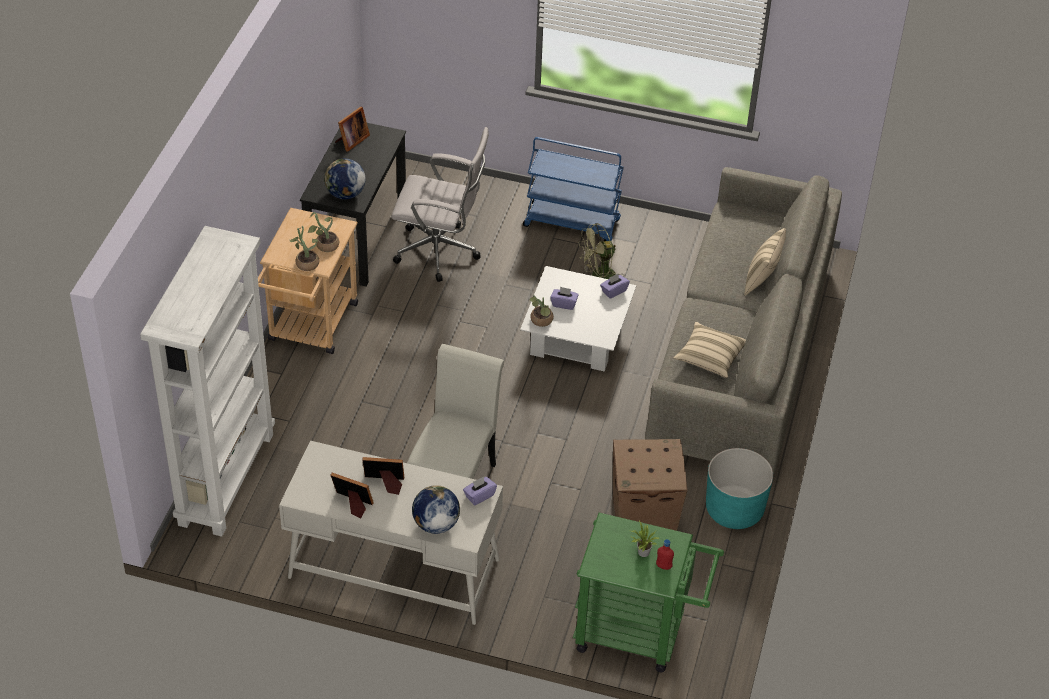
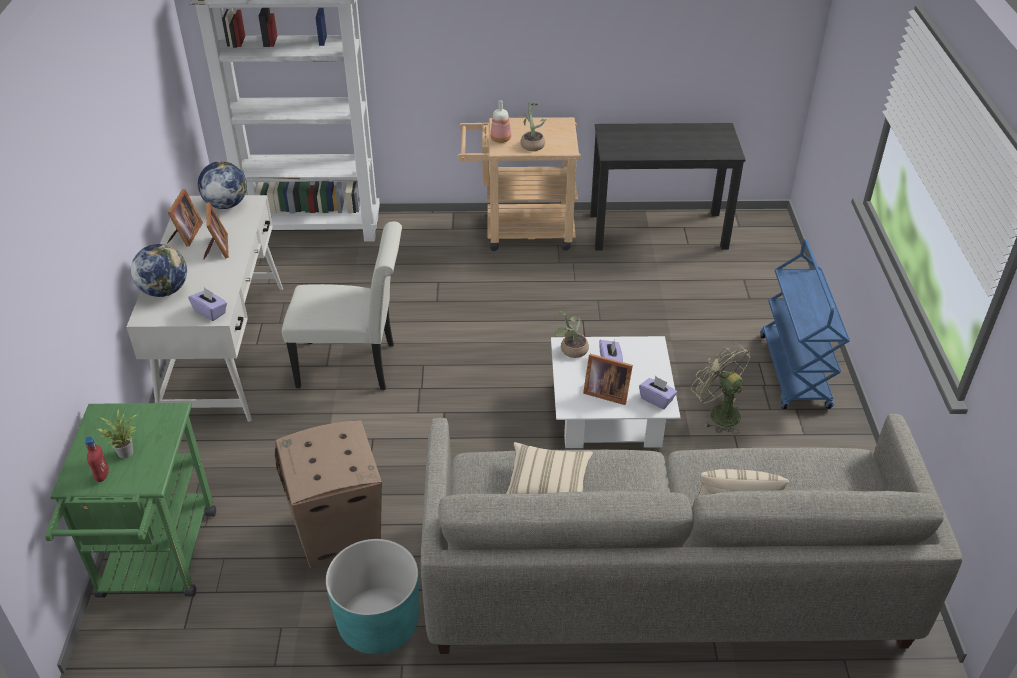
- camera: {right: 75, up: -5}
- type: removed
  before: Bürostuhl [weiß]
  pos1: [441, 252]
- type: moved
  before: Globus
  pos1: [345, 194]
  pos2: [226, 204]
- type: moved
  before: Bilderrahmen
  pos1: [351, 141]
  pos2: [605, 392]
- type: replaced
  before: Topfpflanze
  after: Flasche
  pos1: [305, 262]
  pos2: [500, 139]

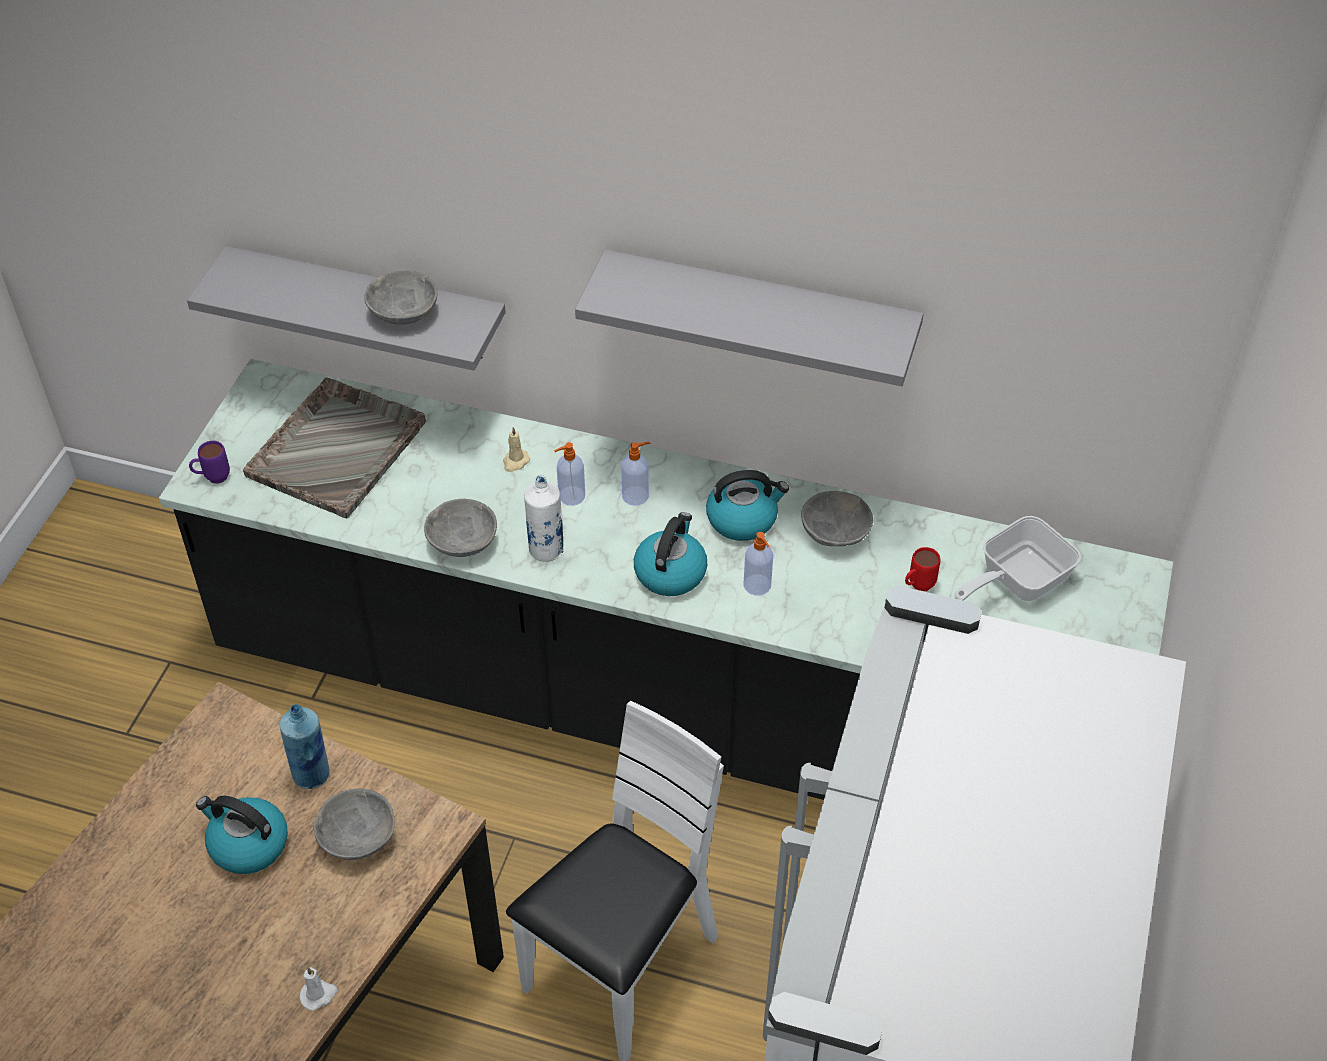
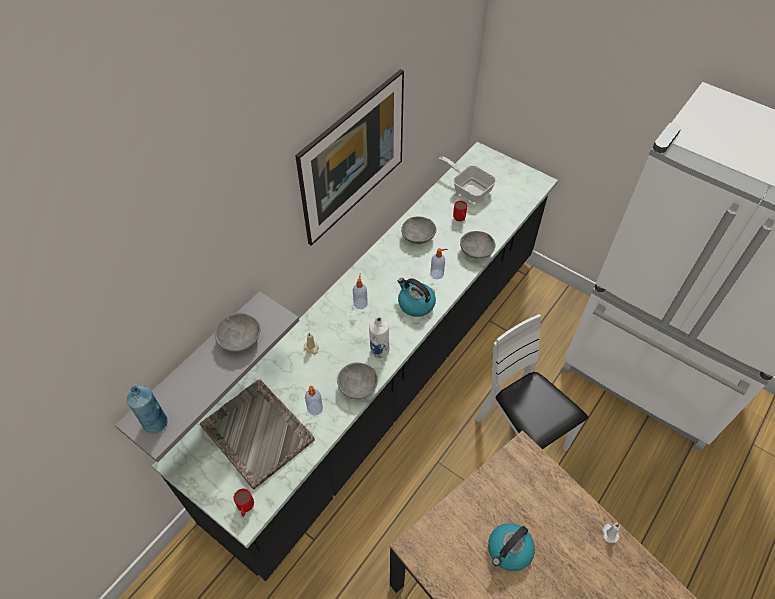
- camera: {right: -70, up: 5}
- type: removed
  before: Wasserkessel
  pos1: [743, 519]
- type: moved
  before: Flasche [blau]
  pos1: [312, 774]
  pos2: [156, 423]
- type: moved
  before: Schüssel [grau]
  pos1: [356, 838]
  pos2: [476, 252]
- type: moved
  before: Seifenspender
  pos1: [570, 496]
  pos2: [315, 409]
- type: replaced
  before: Wandregal [grau]
  after: Bild
  pos1: [759, 313]
  pos2: [354, 179]
- type: recoloured
  before: Henkelbecher [lila]
  after: Henkelbecher [rot]
  pos1: [212, 478]
  pos2: [246, 509]
- type: turned
  before: Pfanne
  pos1: [1015, 580]
  pos2: [468, 189]
  turn: 150

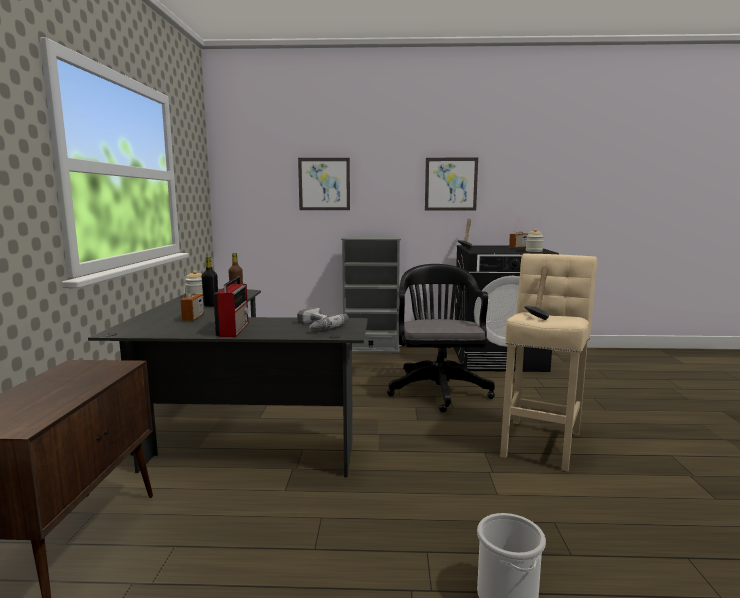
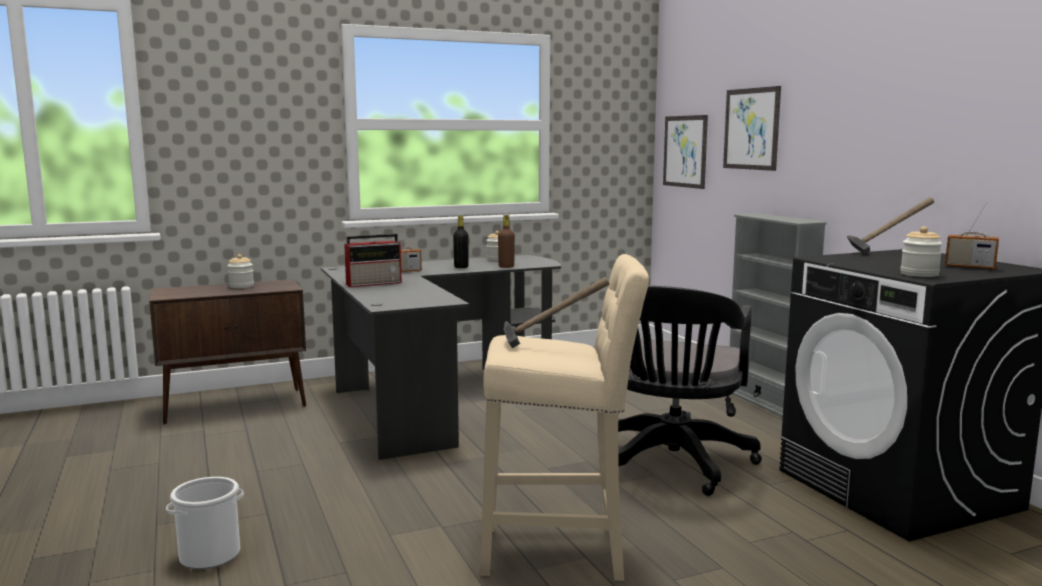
- camera: {right: 65, up: 0}
- type: removed
  before: Bohrmaschine
  pos1: [315, 326]
- type: added
  after: Vorratsglas
  pos2: [241, 286]
- type: moved
  before: Bild
  pos1: [451, 184]
  pos2: [685, 151]
- type: turned
  before: Bürostuhl [schwarz]
  pos1: [438, 389]
  pos2: [672, 464]
  turn: 135

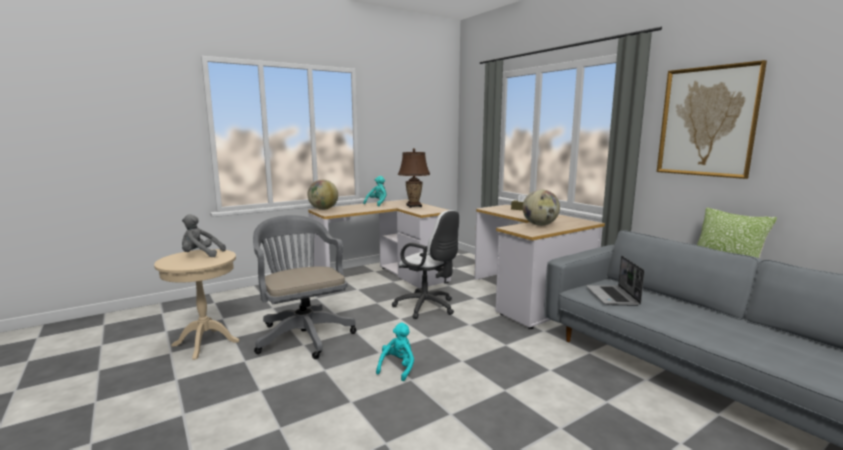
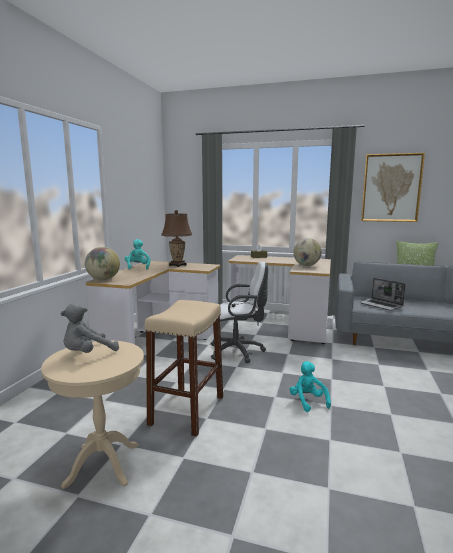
- camera: {right: -40, up: 0}
- type: replaced
  before: Bürostuhl [grau]
  after: Hocker [beige]
  pos1: [303, 334]
  pos2: [187, 410]

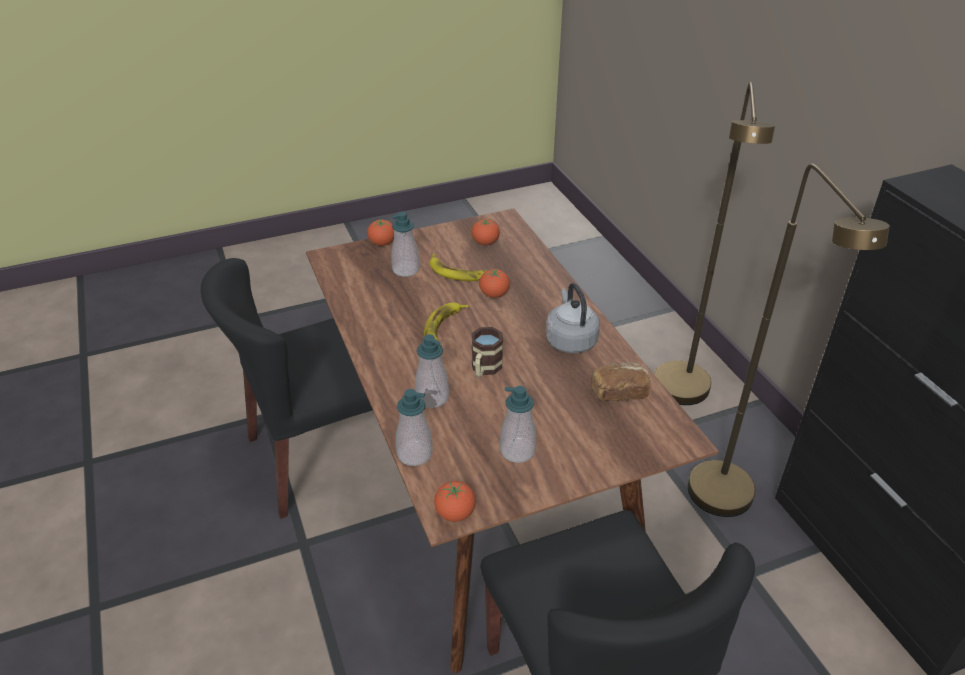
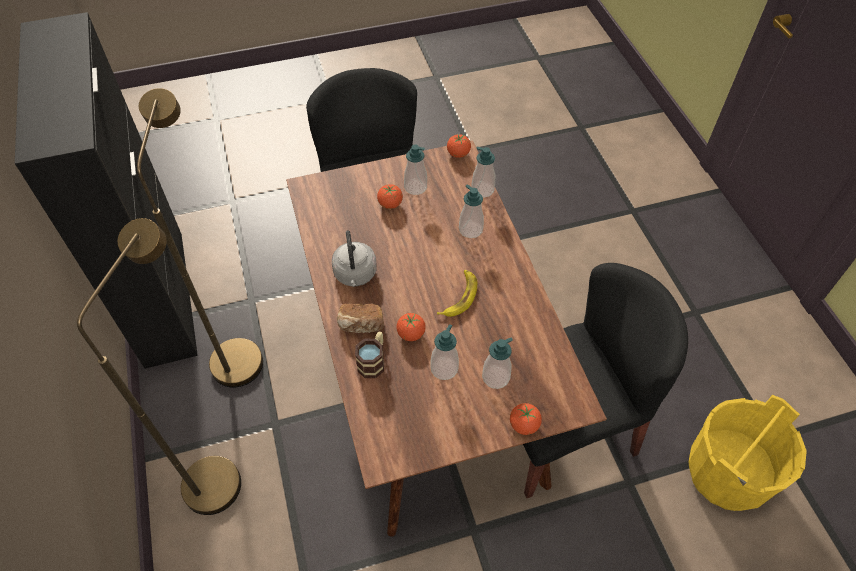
- camera: {right: -175, up: 15}
- type: added
  after: Eimer [gelb]
  pos2: [727, 474]
- type: moved
  before: Tomate
  pos1: [485, 243]
  pos2: [390, 204]
- type: moved
  before: Henkelbecher
  pos1: [484, 369]
  pos2: [373, 361]
- type: moved
  before: Brot
  pos1: [619, 392]
  pos2: [361, 325]
- type: replaced
  before: Banane
  after: Seifenspender
  pos1: [457, 272]
  pos2: [444, 368]

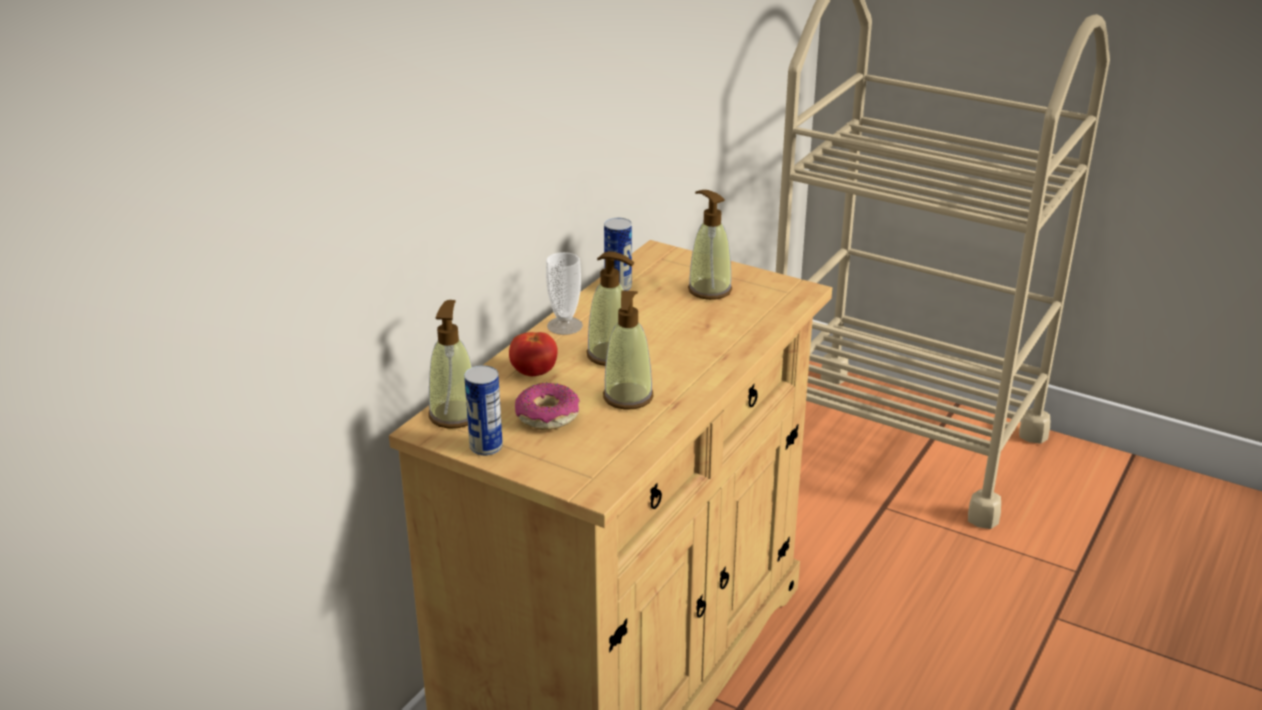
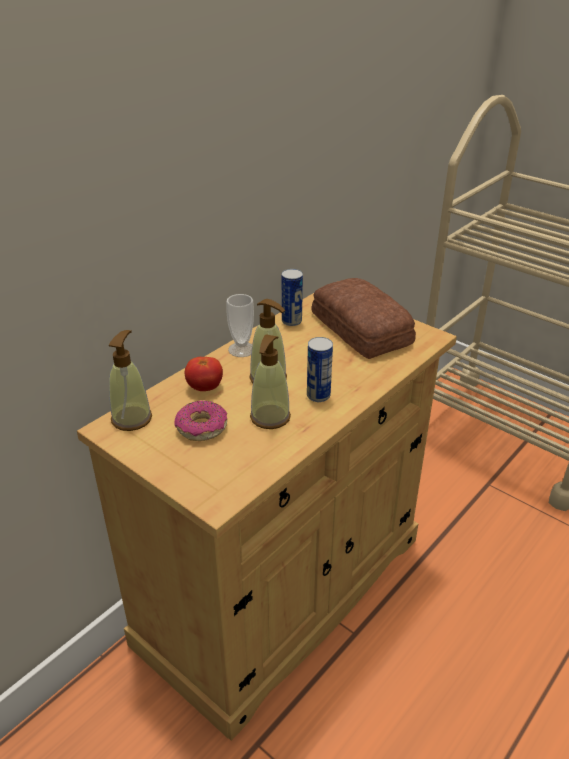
- camera: {right: 10, up: 5}
- type: moved
  before: Dose
  pos1: [486, 447]
  pos2: [318, 395]
- type: replaced
  before: Seifenspender
  after: Brot
  pos1: [709, 290]
  pos2: [360, 330]

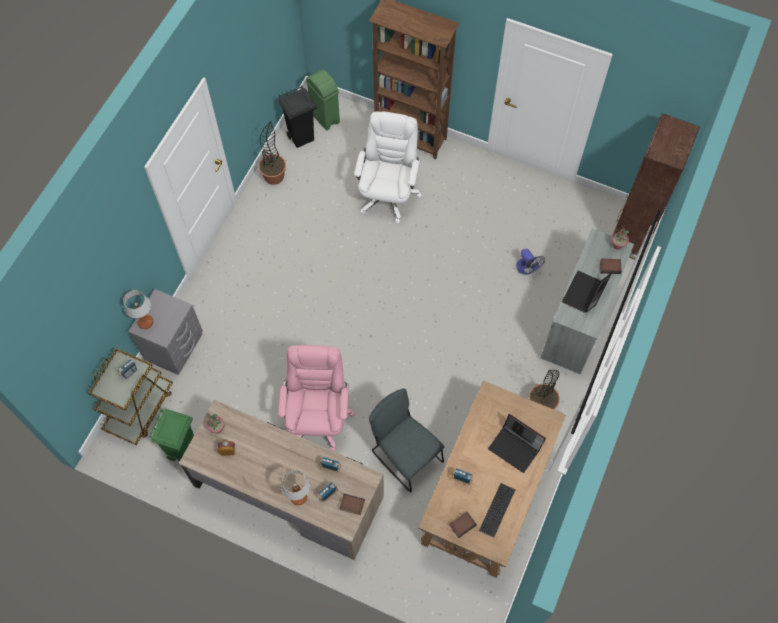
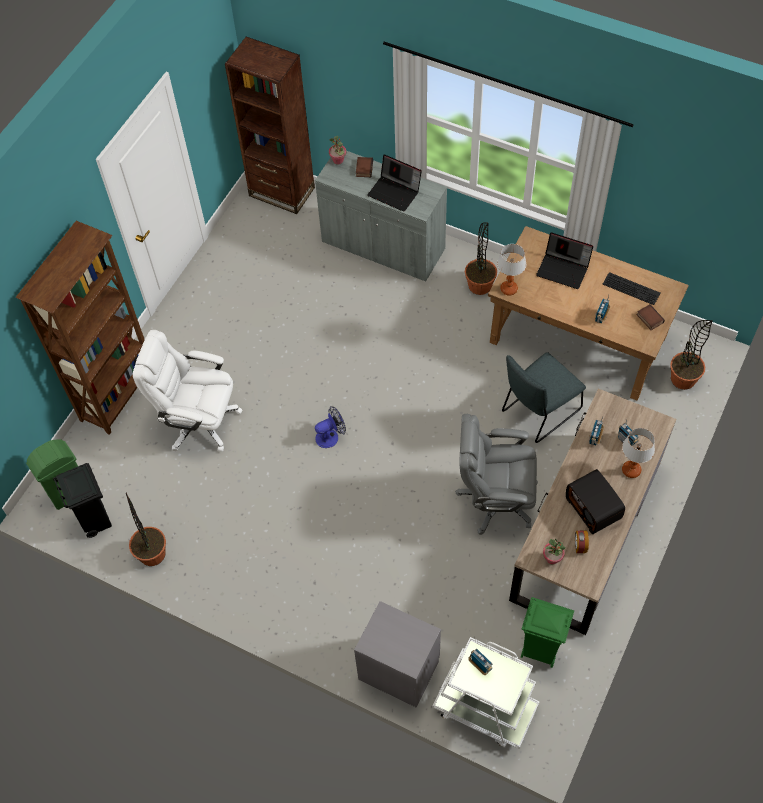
- camera: {right: -85, up: -5}
- type: removed
  before: Buch
  pos1: [351, 505]
- type: added
  after: Radio
  pos2: [594, 508]
- type: added
  after: Topfpflanze
  pos2: [683, 379]
- type: moved
  before: Tischlampe
  pos1: [146, 322]
  pos2: [509, 289]
- type: moved
  before: Ventilator
  pos1: [527, 269]
  pos2: [331, 436]
- type: recoloured
  before: Rollwagen [braun]
  after: Rollwagen [weiß]
  pos1: [140, 408]
  pos2: [484, 708]
- type: recoloured
  before: Bürostuhl [rosa]
  after: Bürostuhl [grau]
  pos1: [318, 417]
  pos2: [495, 499]
- type: turned
  before: Laptop
  pos1: [515, 448]
  pos2: [563, 269]
  turn: 75

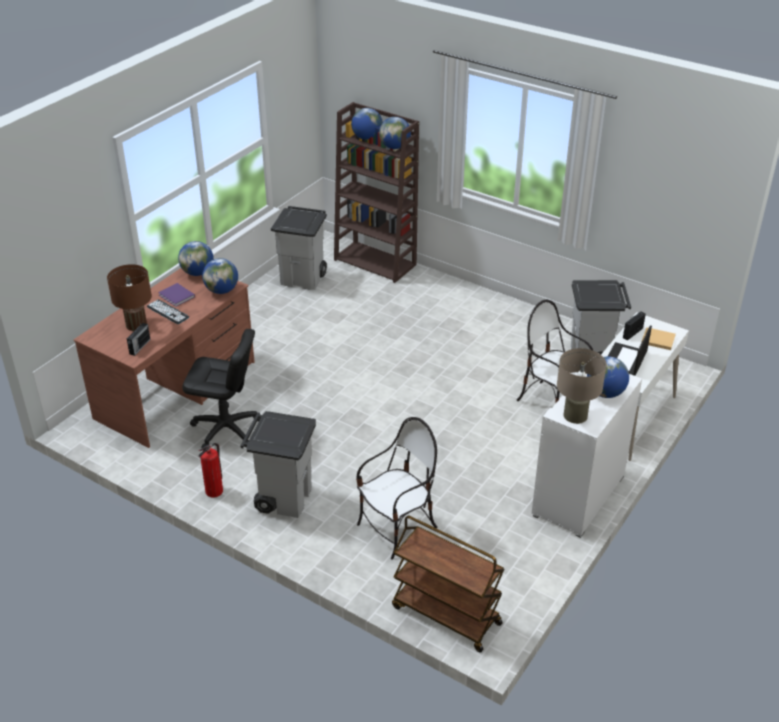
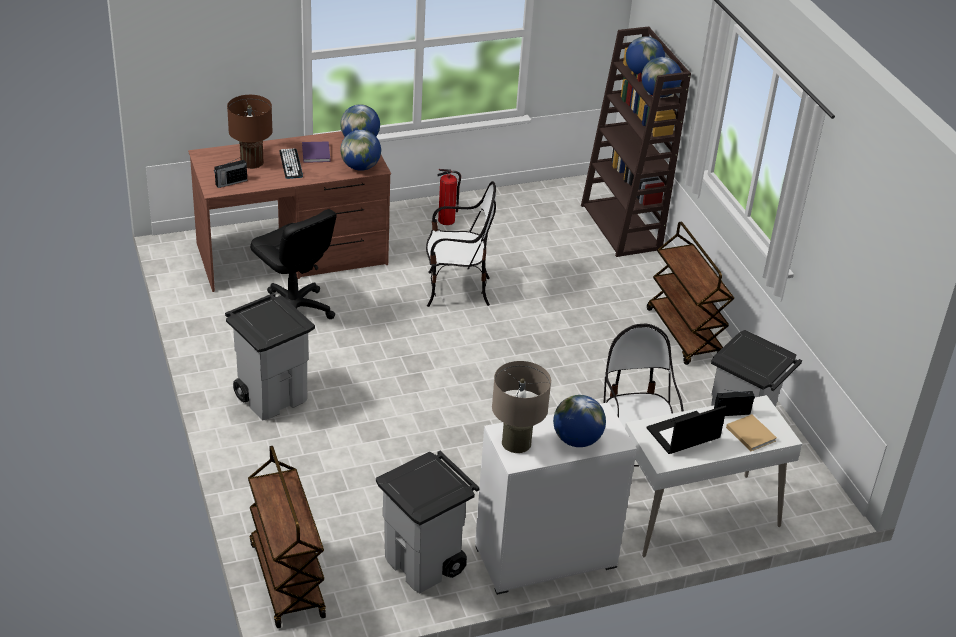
- camera: {right: 35, up: 0}
- type: added
  after: Rollwagen [braun]
  pos2: [684, 334]
- type: moved
  before: Feuerlöscher
  pos1: [214, 491]
  pos2: [447, 220]
- type: moved
  before: Mülleimer [grau]
  pos1: [303, 278]
  pos2: [425, 564]
- type: moved
  before: Stuhl
  pos1: [397, 529]
  pos2: [456, 290]

